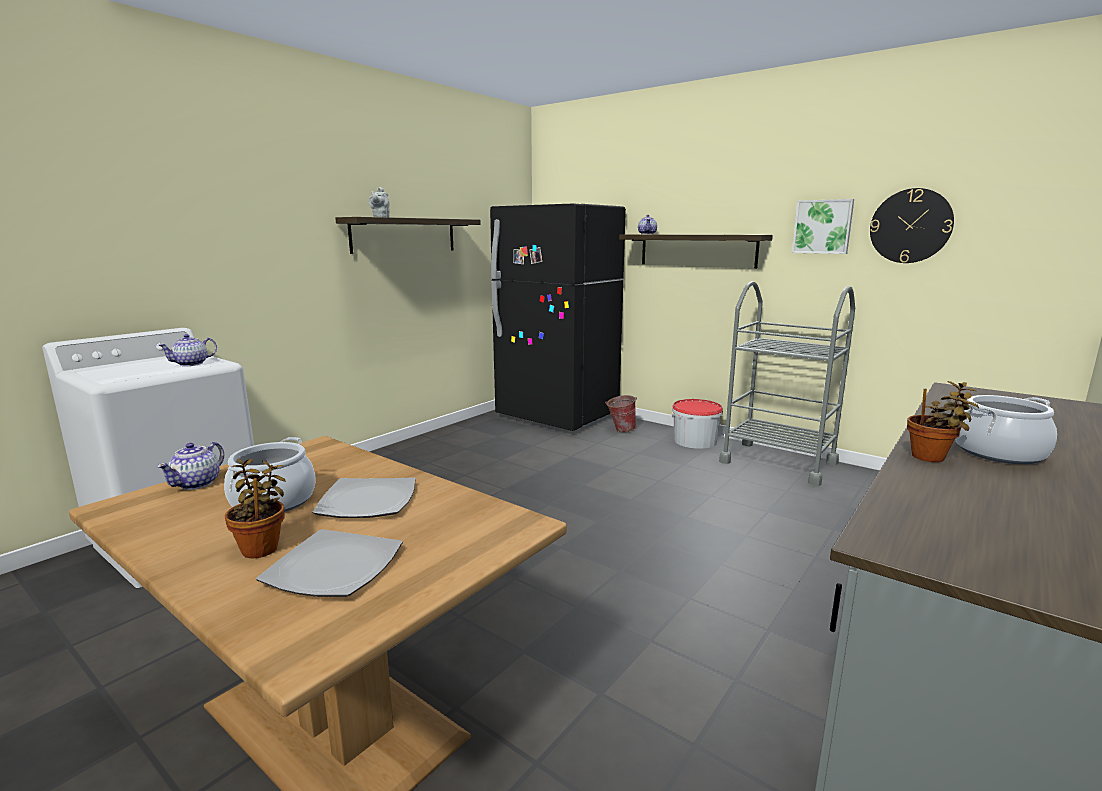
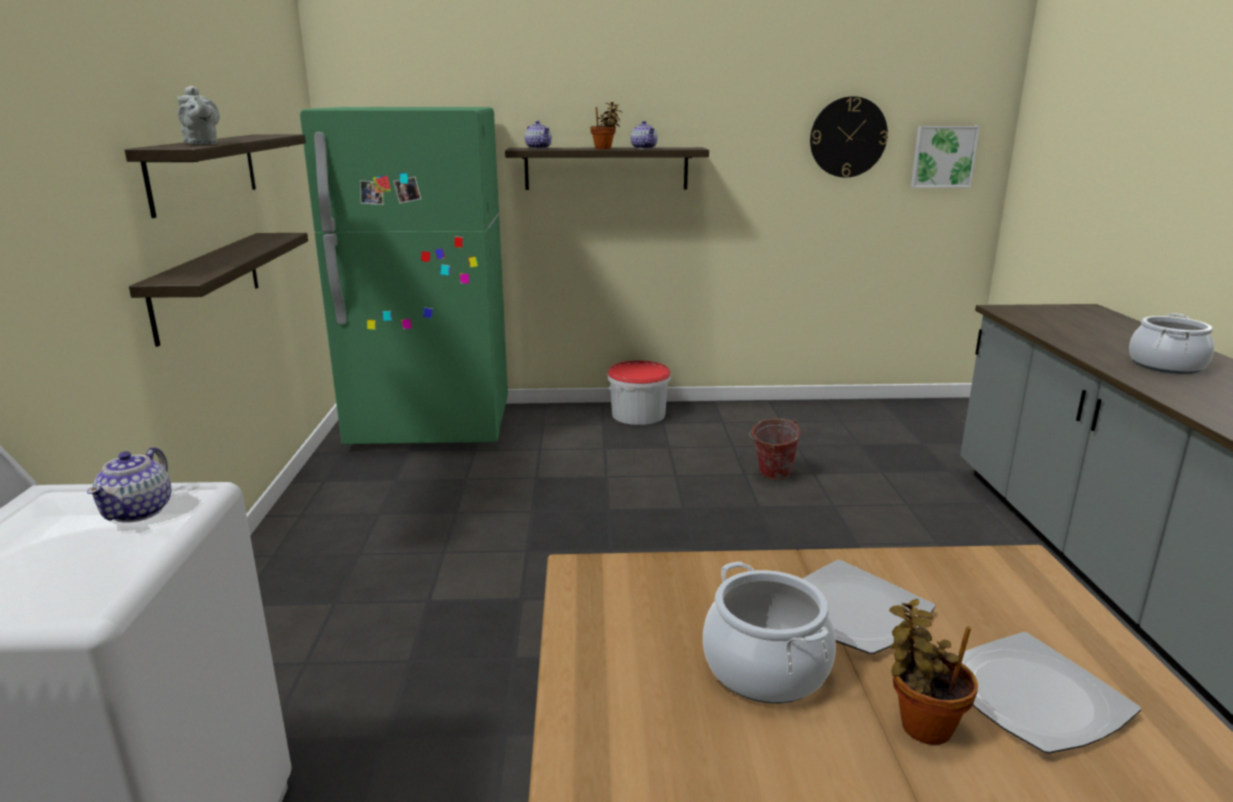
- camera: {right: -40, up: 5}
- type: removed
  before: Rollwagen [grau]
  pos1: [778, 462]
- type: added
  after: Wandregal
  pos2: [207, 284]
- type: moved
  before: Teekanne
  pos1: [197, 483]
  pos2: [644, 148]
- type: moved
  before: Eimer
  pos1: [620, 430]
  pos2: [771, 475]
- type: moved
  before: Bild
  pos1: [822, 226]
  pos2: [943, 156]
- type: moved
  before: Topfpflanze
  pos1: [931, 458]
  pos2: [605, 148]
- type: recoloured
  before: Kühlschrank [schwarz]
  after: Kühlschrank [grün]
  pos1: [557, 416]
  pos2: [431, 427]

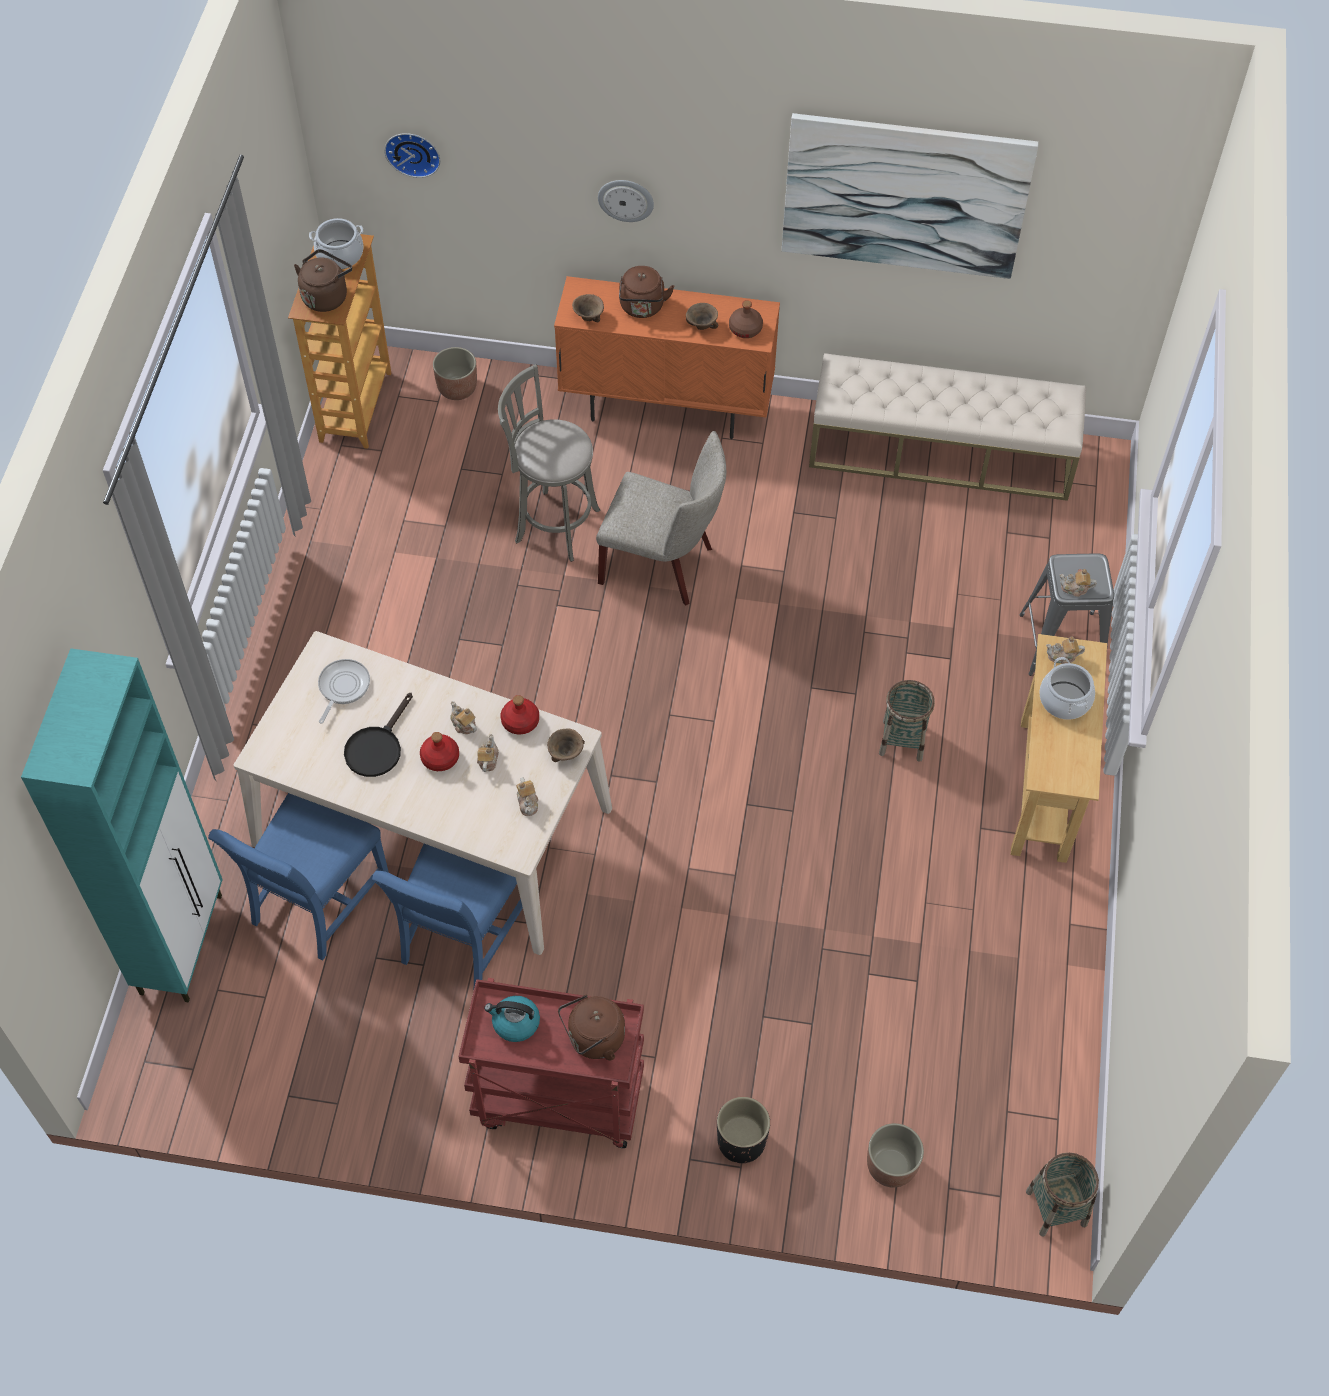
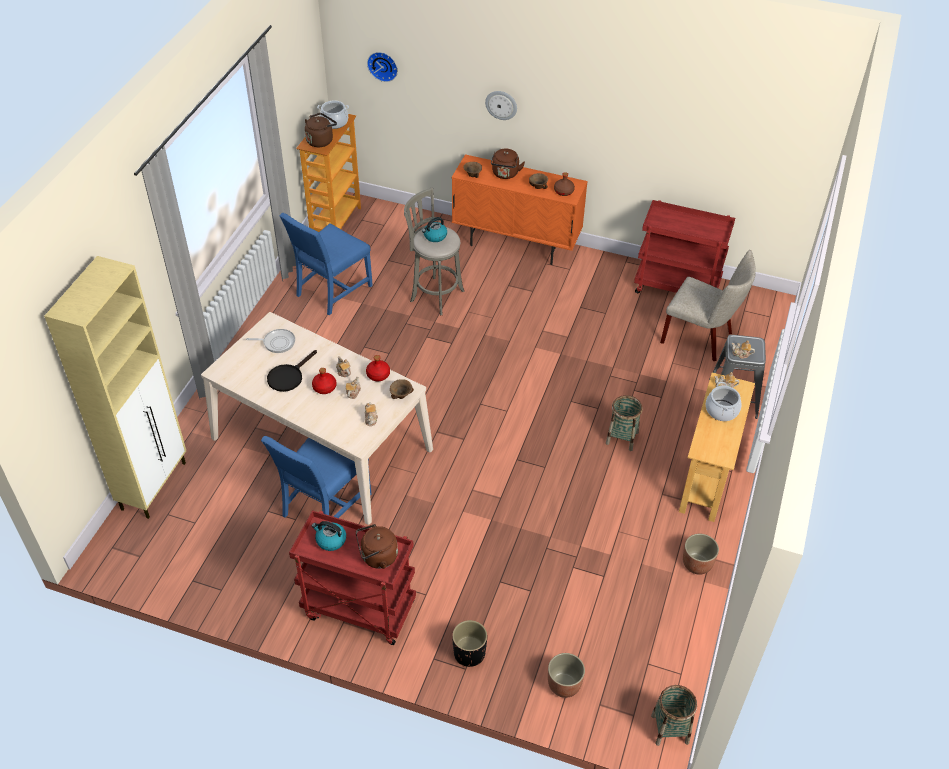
- camera: {right: 10, up: -10}
- type: removed
  before: Bild
  pos1: [905, 196]
- type: added
  after: Wasserkessel
  pos2: [435, 236]
- type: moved
  before: Stuhl [blau]
  pos1: [315, 901]
  pos2: [331, 291]
- type: moved
  before: Pflanzkübel
  pos1: [457, 388]
  pos2: [697, 564]
- type: moved
  before: Stuhl [beige]
  pos1: [663, 565]
  pos2: [701, 338]
- type: replaced
  before: Bank [beige]
  after: Rollwagen [rot]
  pos1: [941, 452]
  pos2: [677, 287]
- type: recoloured
  before: Schrank [türkis]
  after: Schrank [beige]
  pos1: [182, 942]
  pos2: [154, 485]
- type: turned
  before: Pfanne
  pos1: [342, 687]
  pos2: [277, 343]
  turn: 60

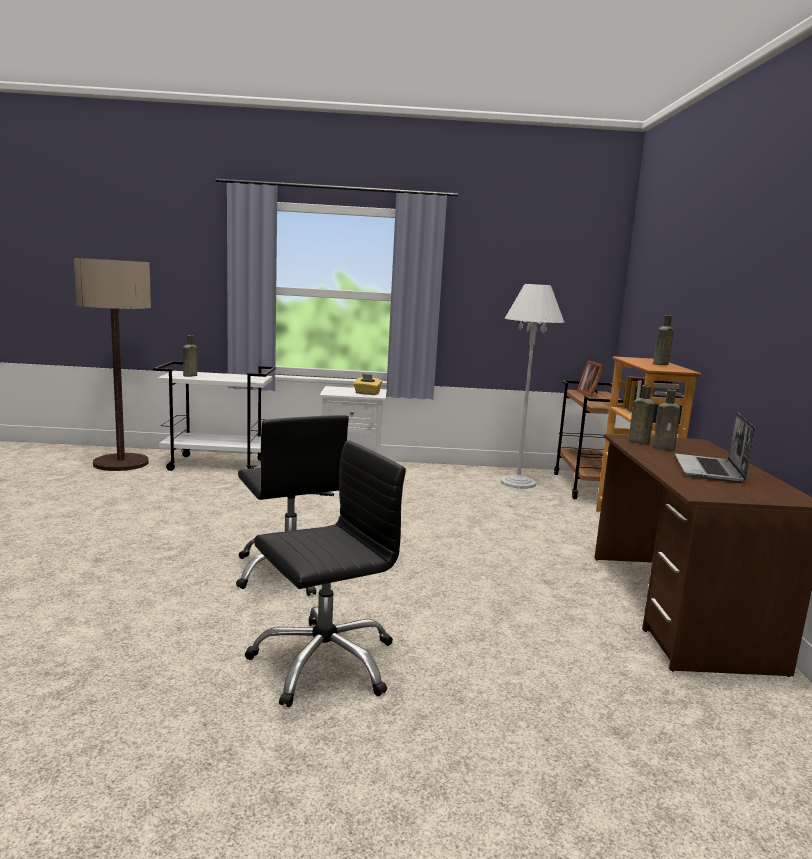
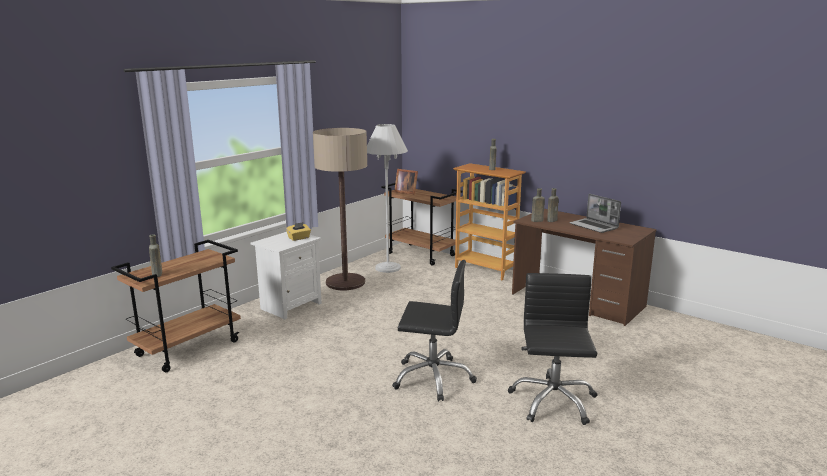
- camera: {right: -50, up: 5}
- type: moved
  before: Stehlampe
  pos1: [121, 463]
  pos2: [345, 282]
- type: recoloured
  before: Rollwagen [weiß]
  after: Rollwagen [braun]
  pos1: [218, 465]
  pos2: [189, 348]

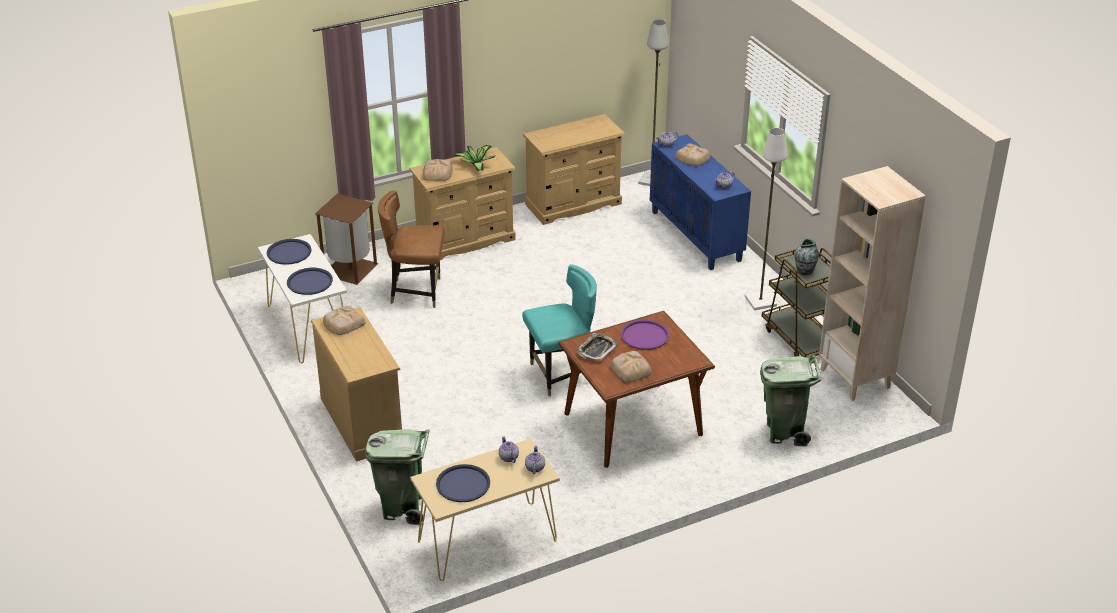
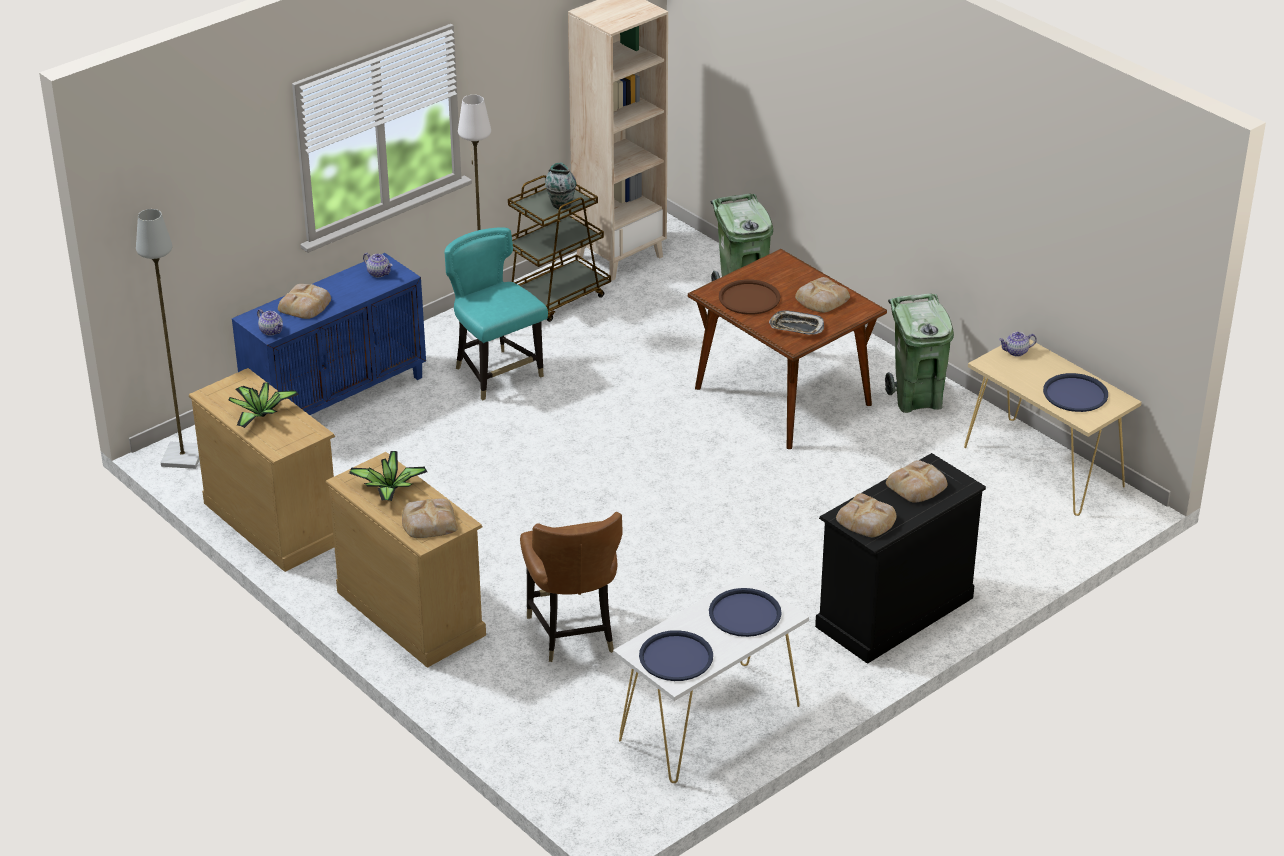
- camera: {right: -105, up: 0}
- type: removed
  before: Mülleimer [braun]
  pos1: [350, 269]
- type: removed
  before: Teekanne
  pos1: [508, 457]
- type: added
  after: Topfpflanze
  pos2: [260, 414]
- type: added
  after: Brot
  pos2: [917, 485]
- type: moved
  before: Mülleimer [grün]
  pos1: [403, 507]
  pos2: [916, 399]
- type: moved
  before: Stuhl [türkis]
  pos1: [561, 375]
  pos2: [497, 374]
- type: recoloured
  before: Kommode [beige]
  after: Kommode [schwarz]
  pos1: [362, 421]
  pos2: [894, 612]
- type: recoloured
  before: Tablett [lila]
  after: Tablett [braun]
  pos1: [644, 335]
  pos2: [749, 298]

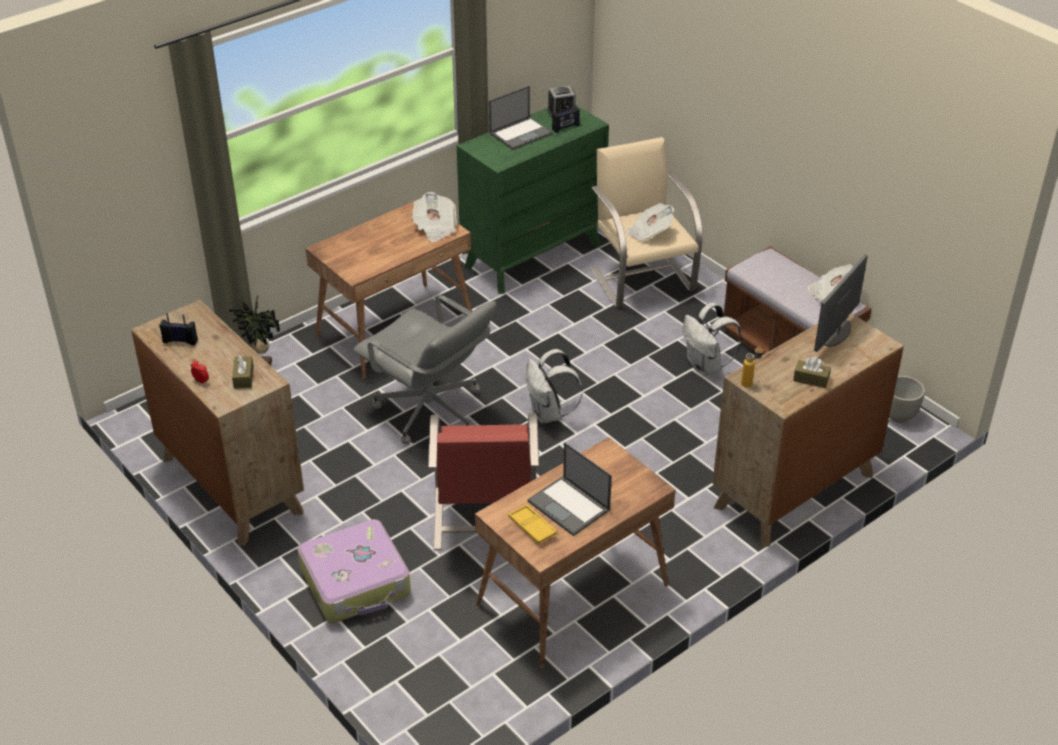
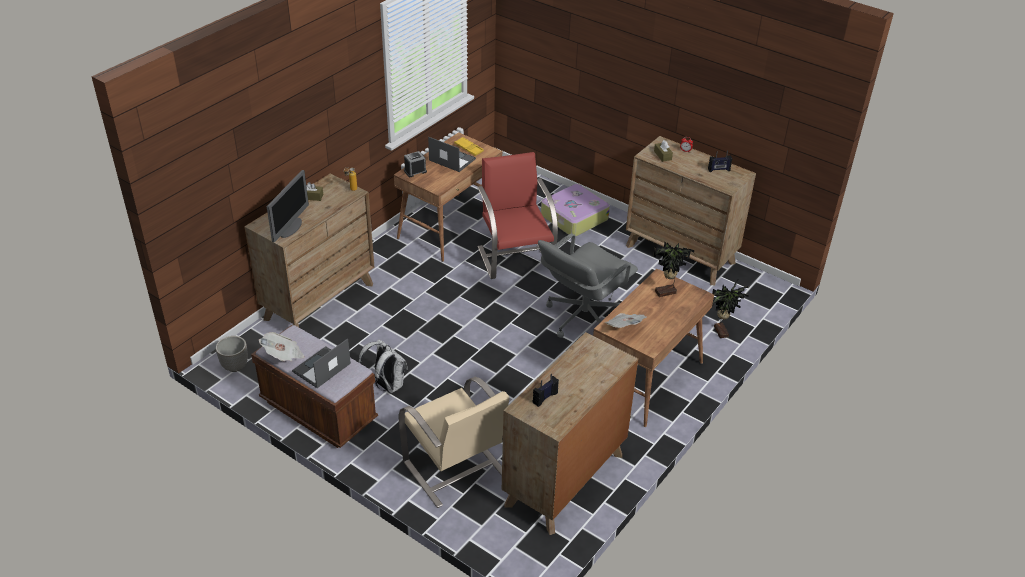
- camera: {right: 165, up: 0}
- type: removed
  before: Rucksack [weiß]
  pos1: [549, 414]
- type: removed
  before: Zeitung
  pos1: [649, 233]
- type: added
  after: Topfpflanze
  pos2: [666, 293]
- type: moved
  before: Laptop
  pos1: [521, 133]
  pos2: [321, 368]
- type: moved
  before: Wecker
  pos1: [561, 112]
  pos2: [415, 171]
- type: recoloured
  before: Kommode [grün]
  after: Kommode [braun]
  pos1: [533, 255]
  pos2: [564, 479]
- type: turned
  before: Bürostuhl [grau]
  pos1: [430, 412]
  pos2: [583, 317]
  turn: -75

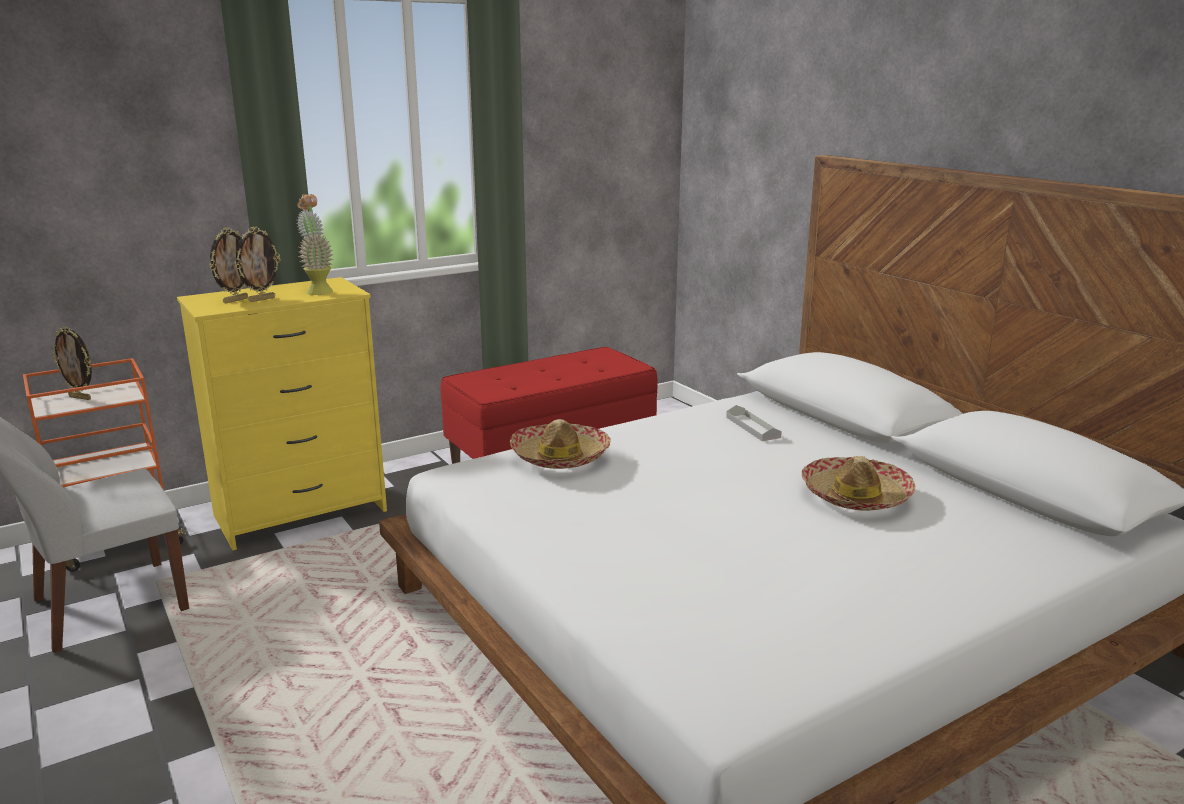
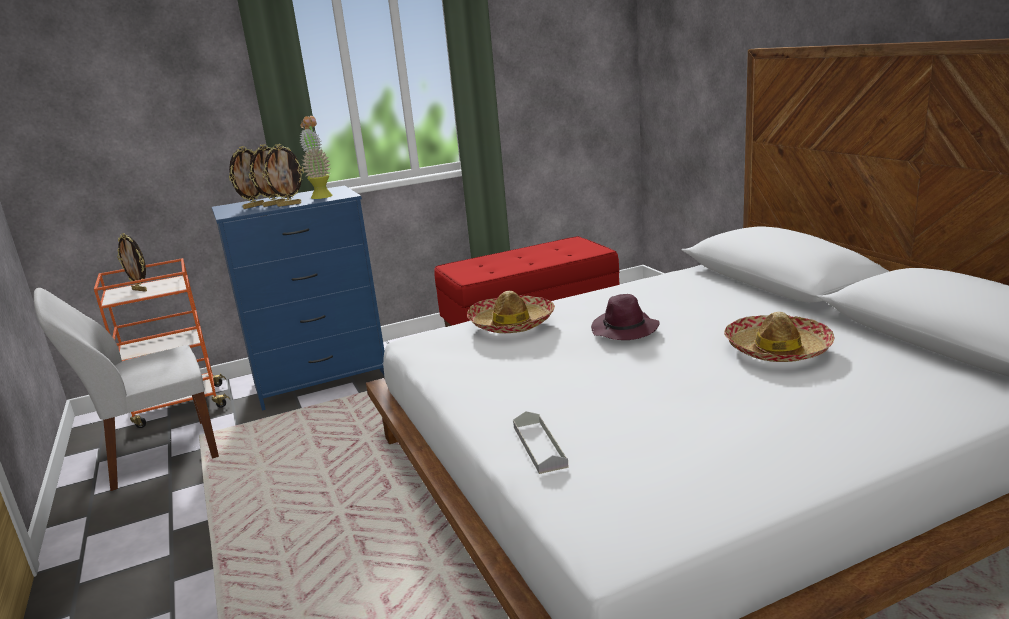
- camera: {right: 10, up: 0}
- type: added
  after: Bilderrahmen
  pos2: [289, 204]
- type: added
  after: Hut [lila]
  pos2: [625, 330]
- type: moved
  before: Tablett [grau]
  pos1: [752, 427]
  pos2: [539, 446]
- type: recoloured
  before: Kommode [gelb]
  after: Kommode [blau]
  pos1: [301, 513]
  pos2: [321, 380]

